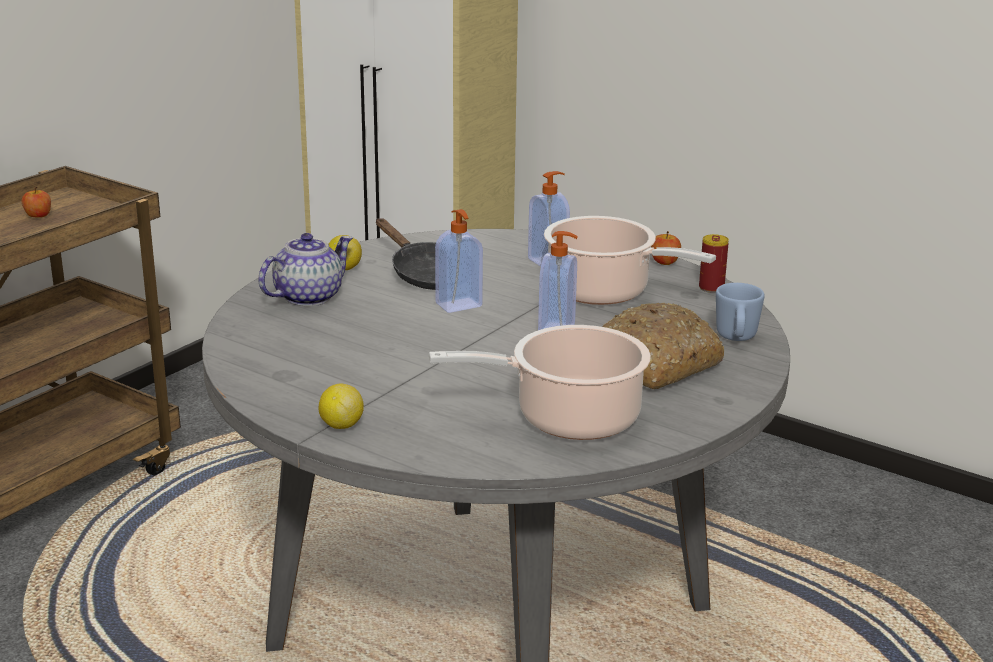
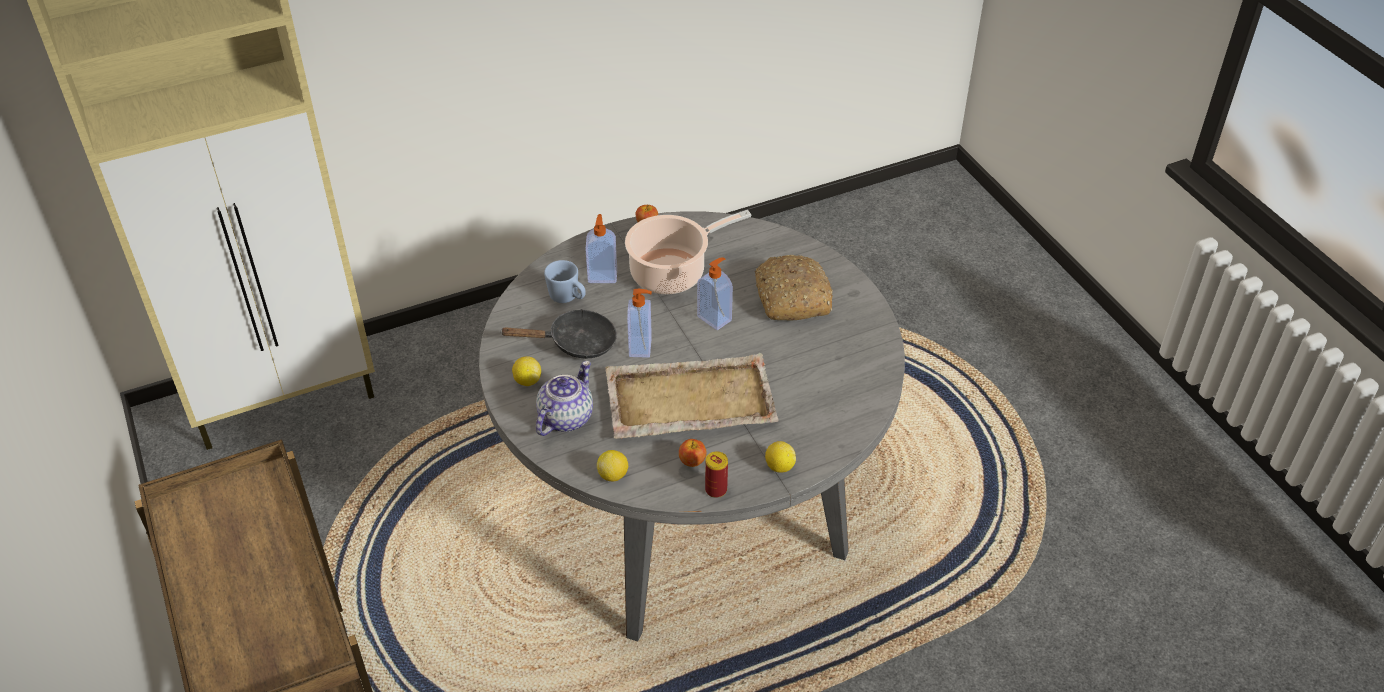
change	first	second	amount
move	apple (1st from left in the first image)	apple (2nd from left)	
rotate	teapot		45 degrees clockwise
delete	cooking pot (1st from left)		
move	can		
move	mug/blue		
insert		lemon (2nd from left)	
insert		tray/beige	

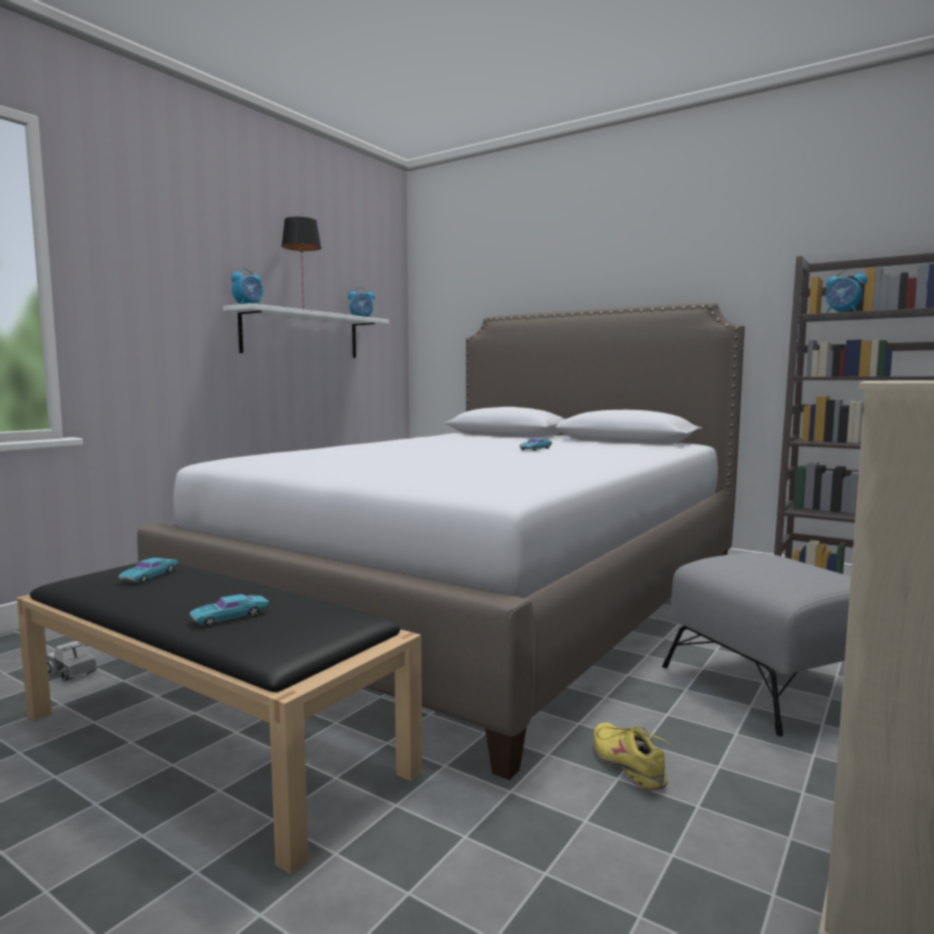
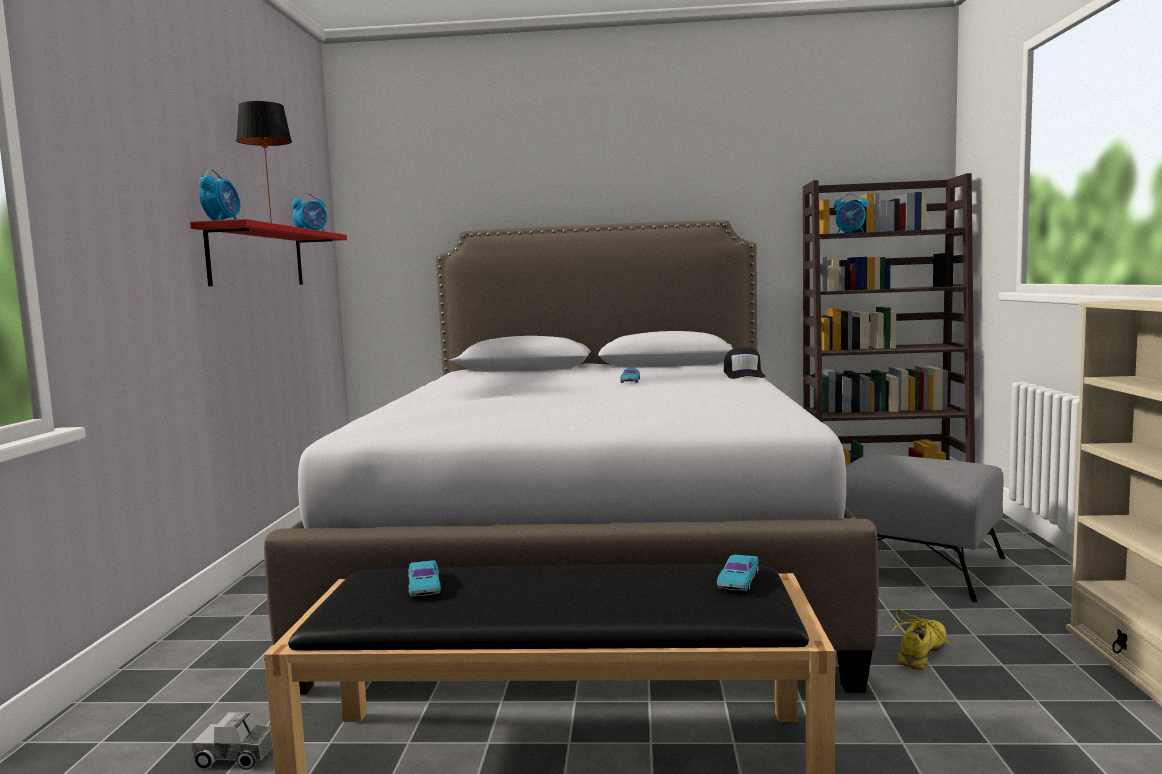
change	first	second	amount
move	toy car/turquoise (2nd from left in the first image)	toy car/turquoise (3rd from left)	
recolor	shelf/white	shelf/red	
rotate	shoe/yellow		90 degrees clockwise
insert		cap/black	

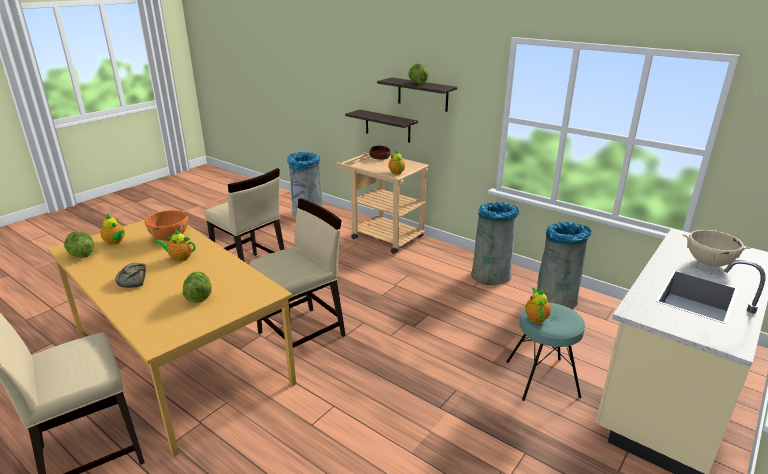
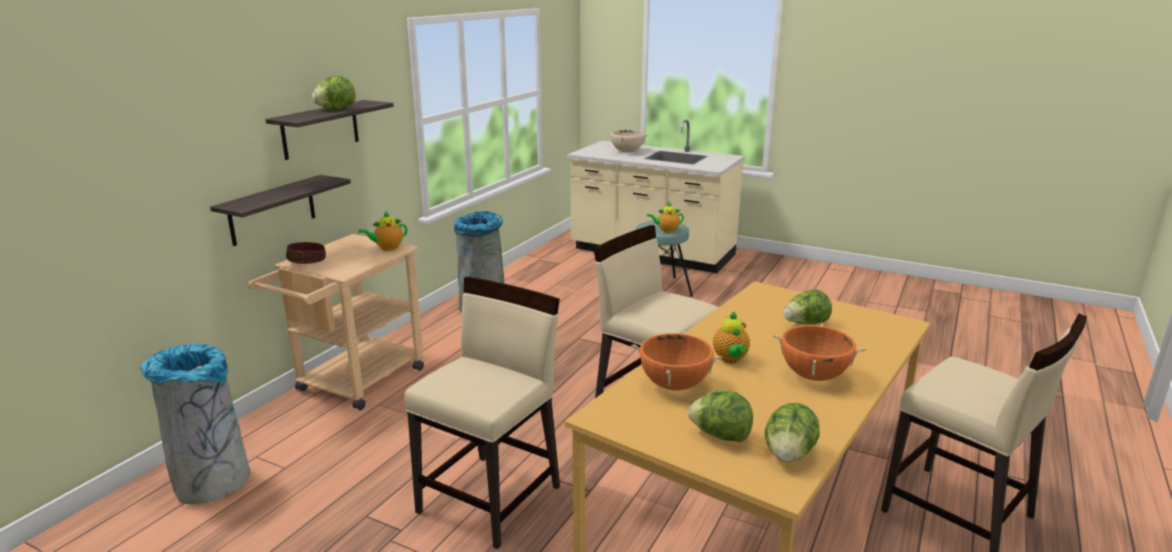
change	first	second	amount
replace	teapot (1st from left)	lettuce (2nd from left)	
replace	bread	cooking pot/orange (2nd from left)	
delete	trash can/grey (3rd from left)		

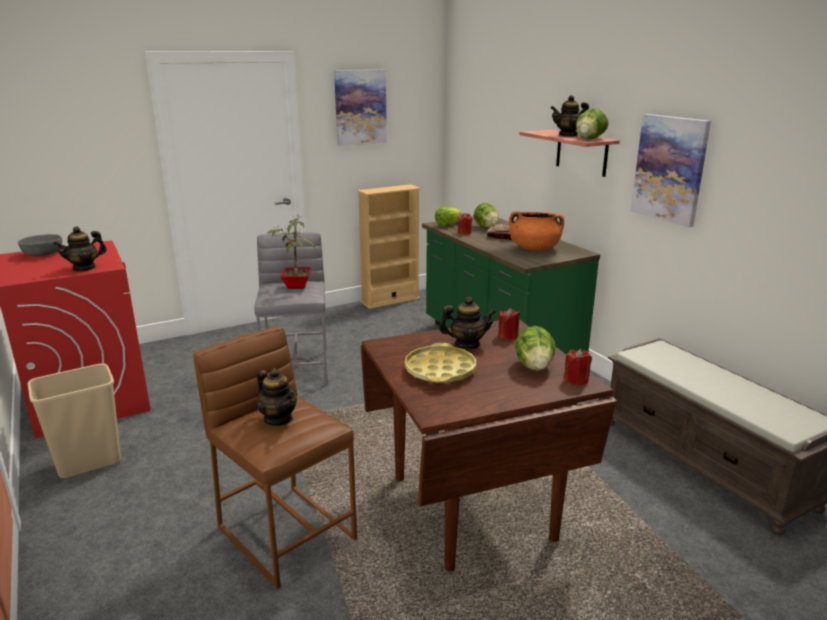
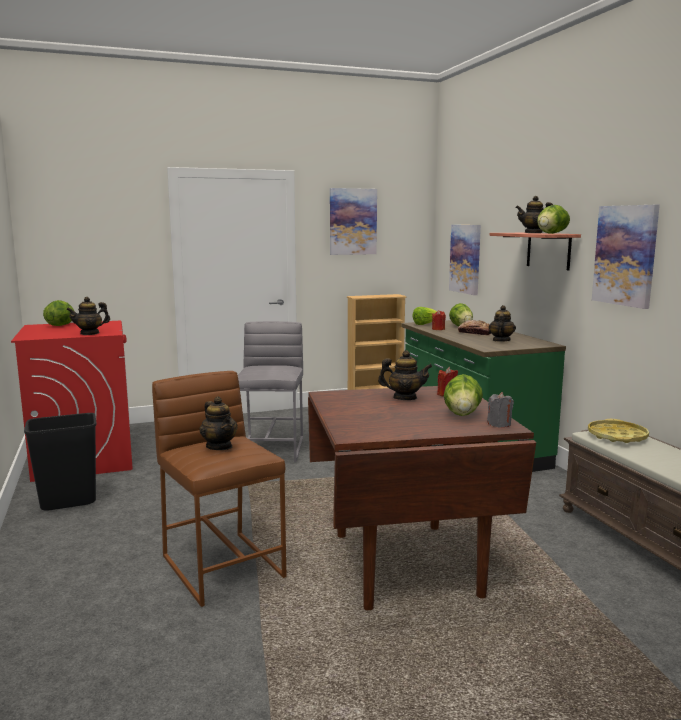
change	first	second	amount
replace	bowl/grey	lettuce (1st from left)	
recolor	trash can/beige	trash can/black	
delete	potted plant		
move	tray/yellow		
replace	cooking pot/orange	teapot (4th from left)	
recolor	candle/red (3rd from left)	candle/grey	
insert		picture (2nd from left)	

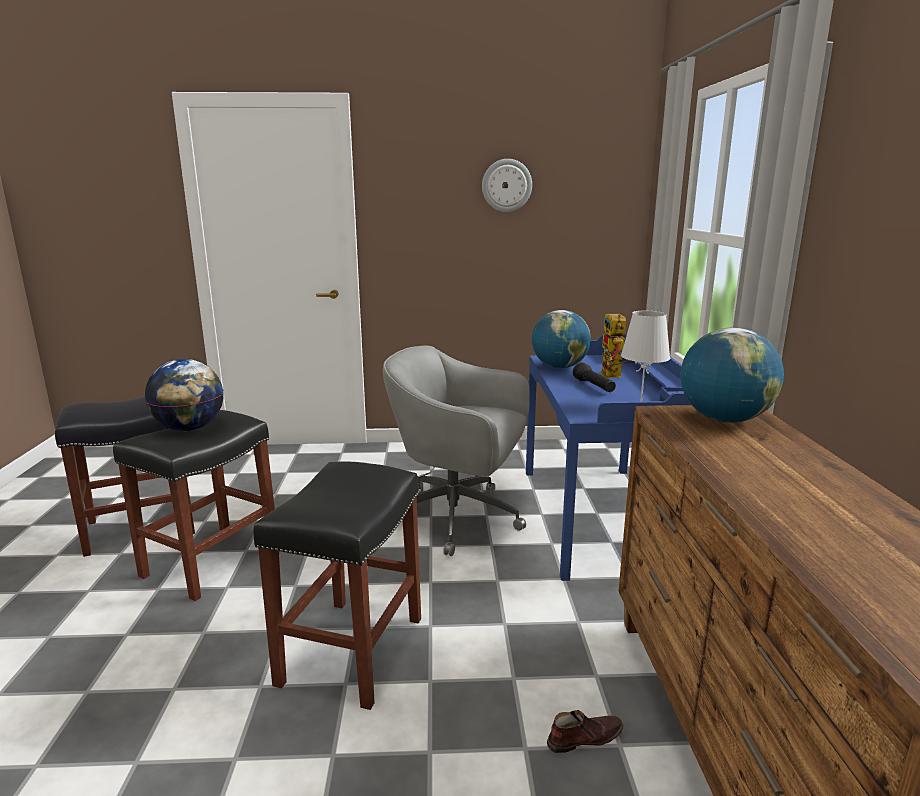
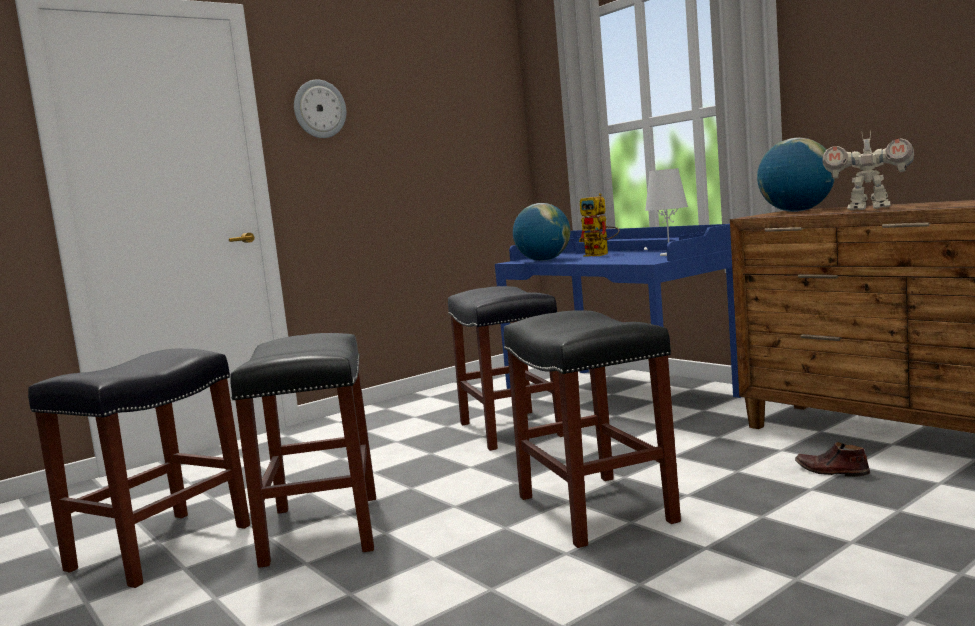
change	first	second	amount
delete	globe (1st from left)		
replace	office chair/grey	stool/black (3rd from left)	
move	wall clock		
rotate	shoe/brown		90 degrees counterclockwise
delete	flashlight/black		
insert		toy robot (2nd from left)	

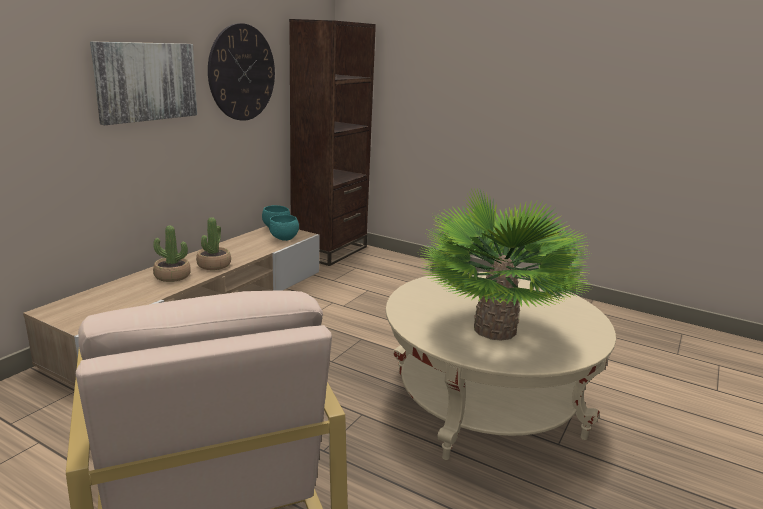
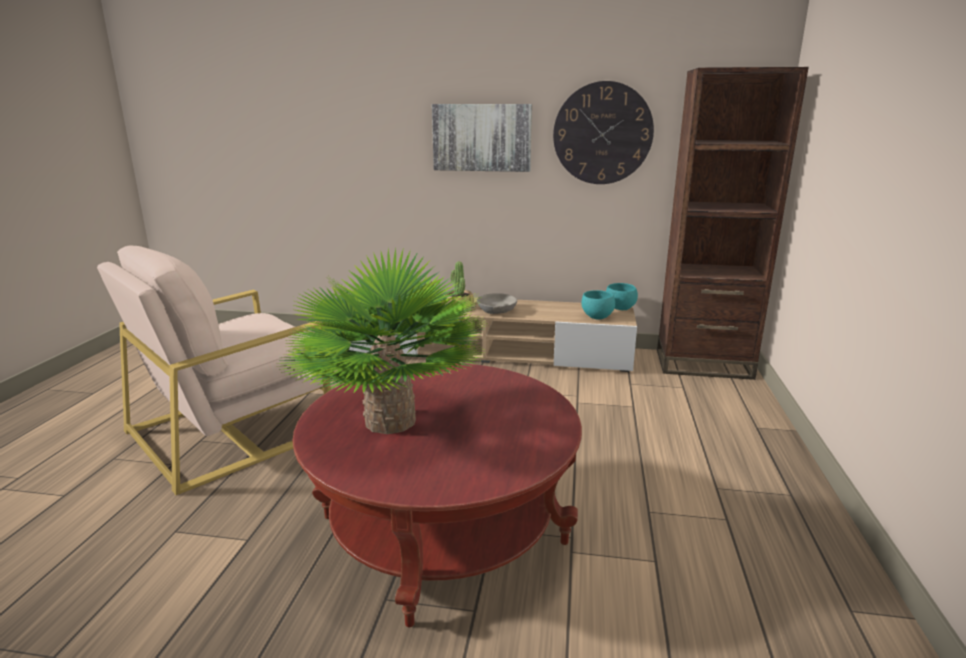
change	first	second	amount
replace	potted plant (2nd from left)	bowl/grey	
recolor	coffee table/beige	coffee table/red	

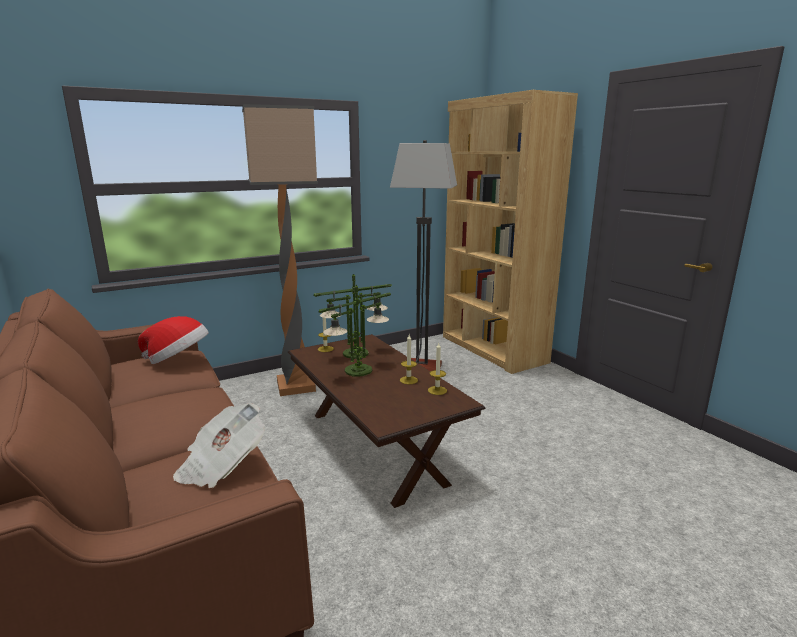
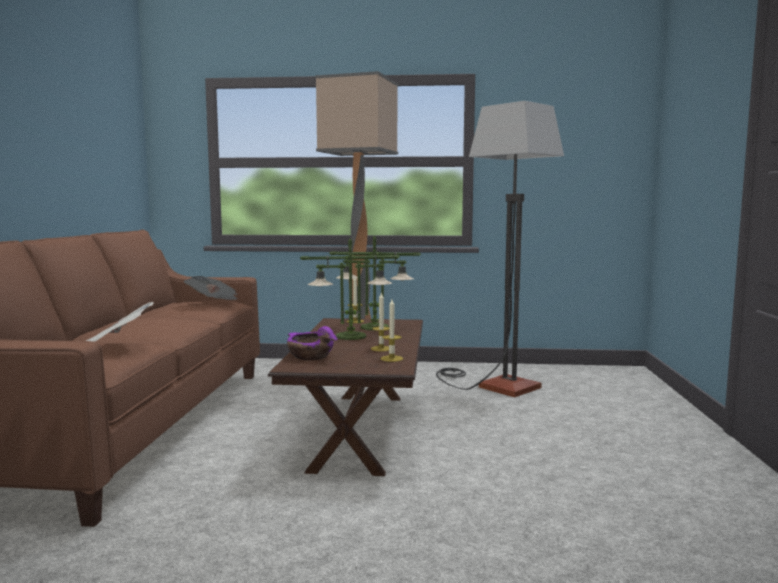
change	first	second	amount
replace	hat	newspaper (2nd from left)	
delete	bookcase/brown		
insert		bowl/purple	

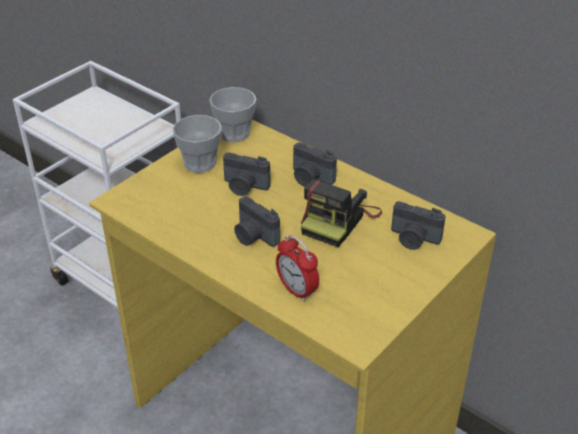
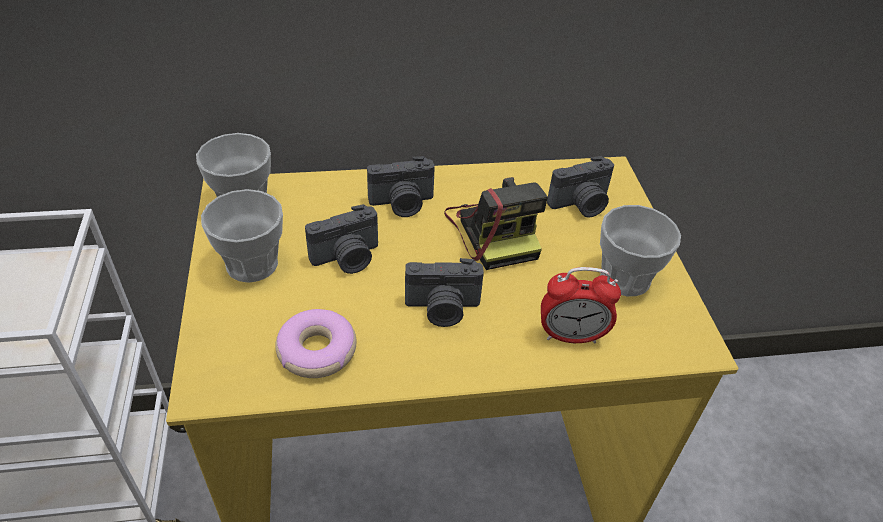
change	first	second	amount
insert		donut	
insert		cup (3rd from left)	

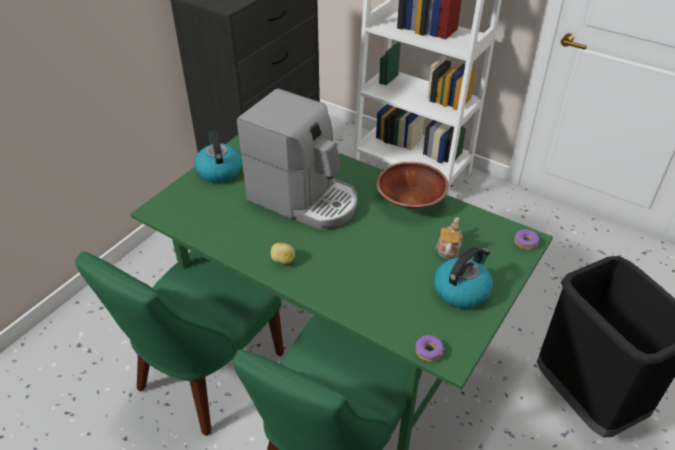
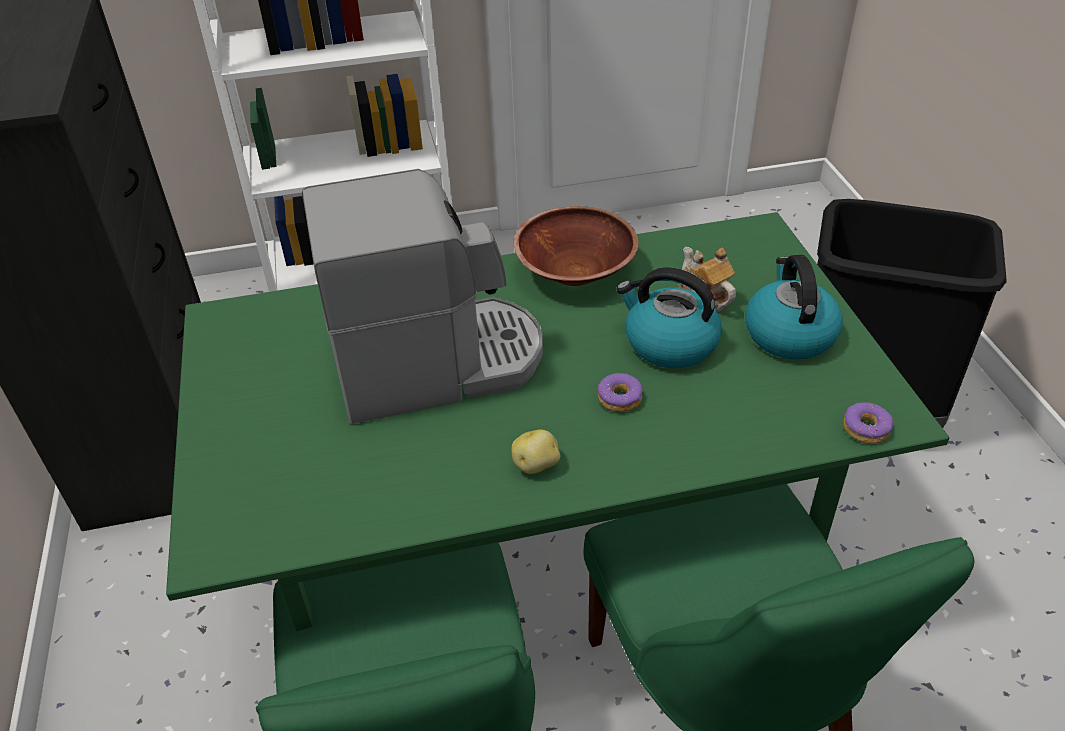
change	first	second	amount
move	kettle (1st from left)		
move	donut (2nd from left in the first image)	donut (1st from left)	

